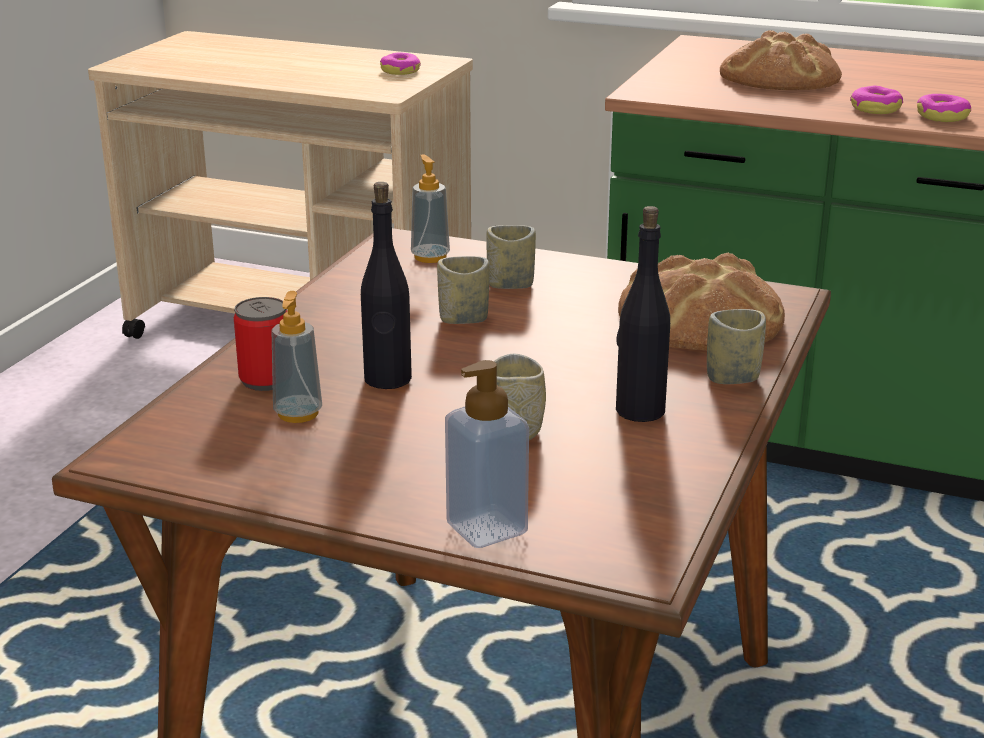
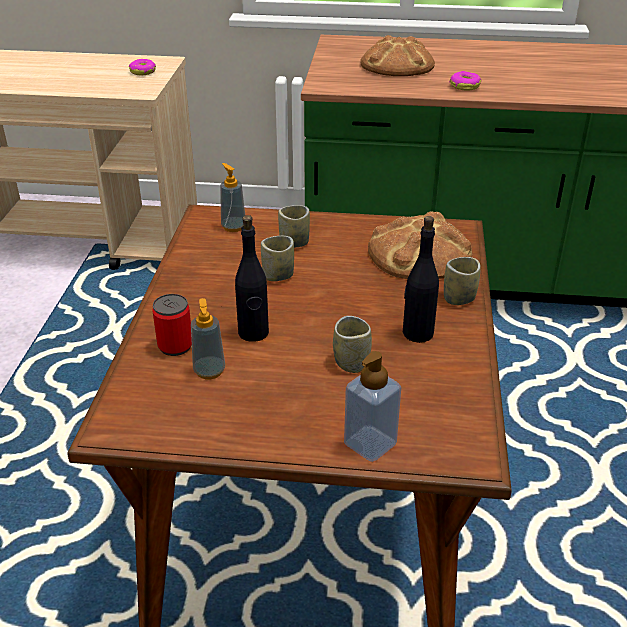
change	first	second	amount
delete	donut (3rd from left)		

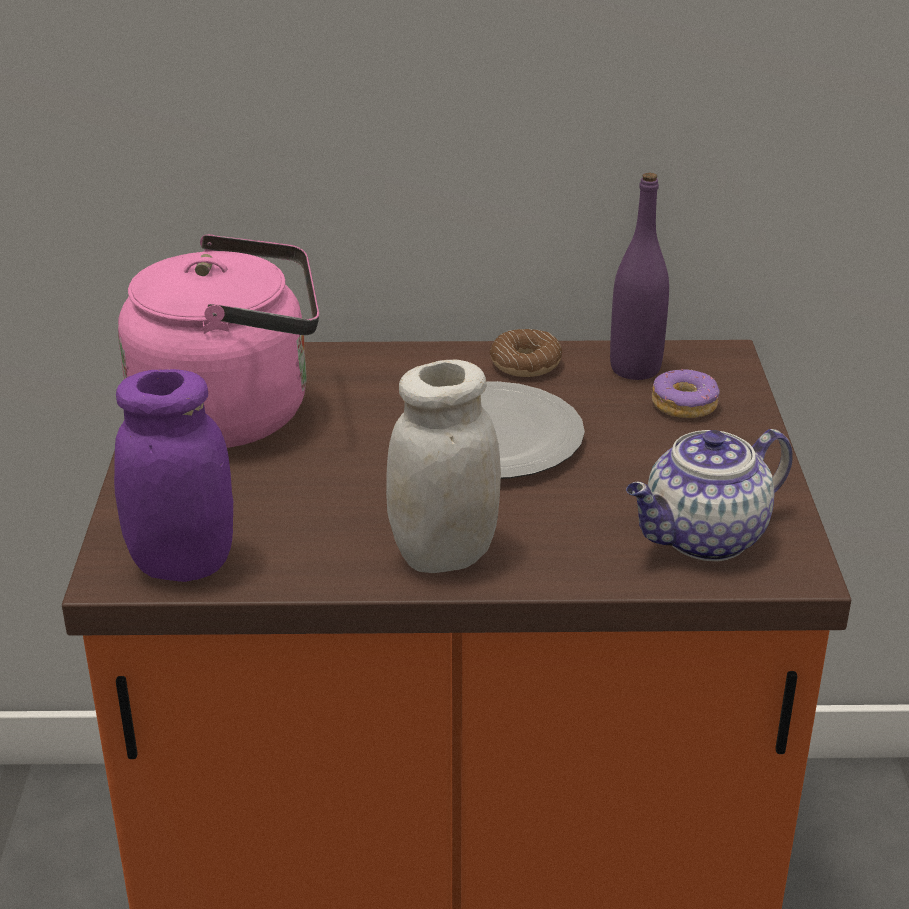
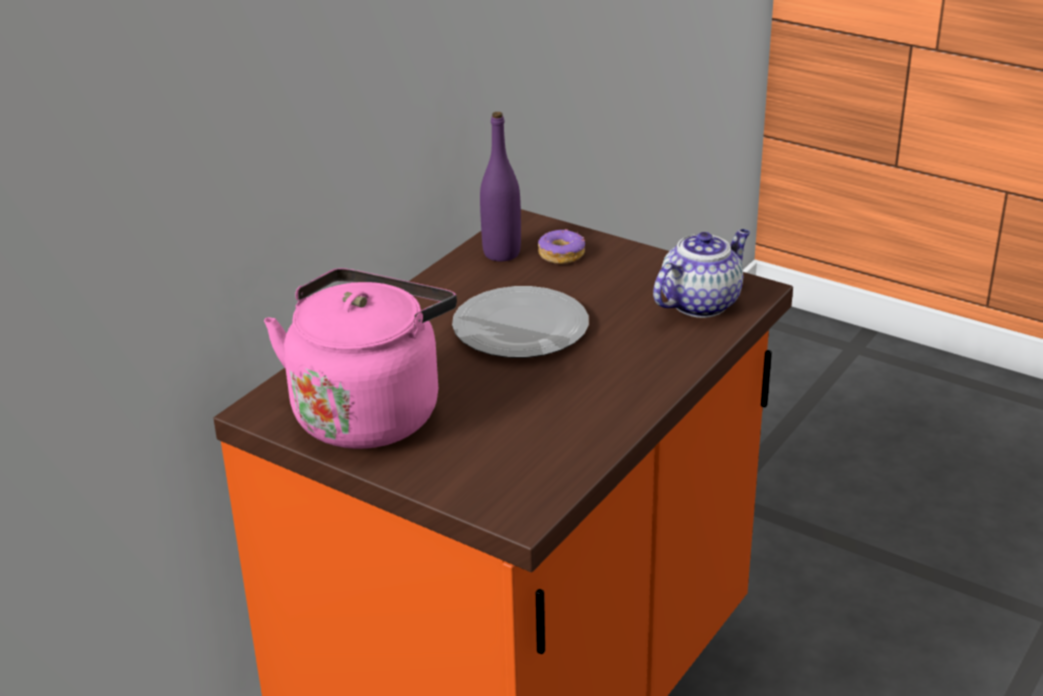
change	first	second	amount
delete	jar/purple		
delete	jar/white		
delete	donut (1st from left)		
rotate	teapot		135 degrees counterclockwise

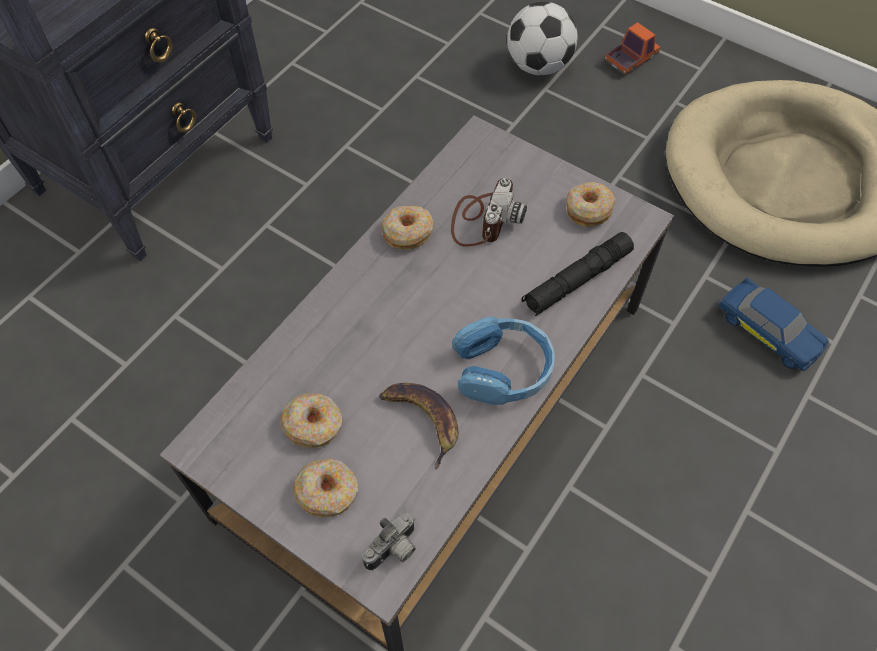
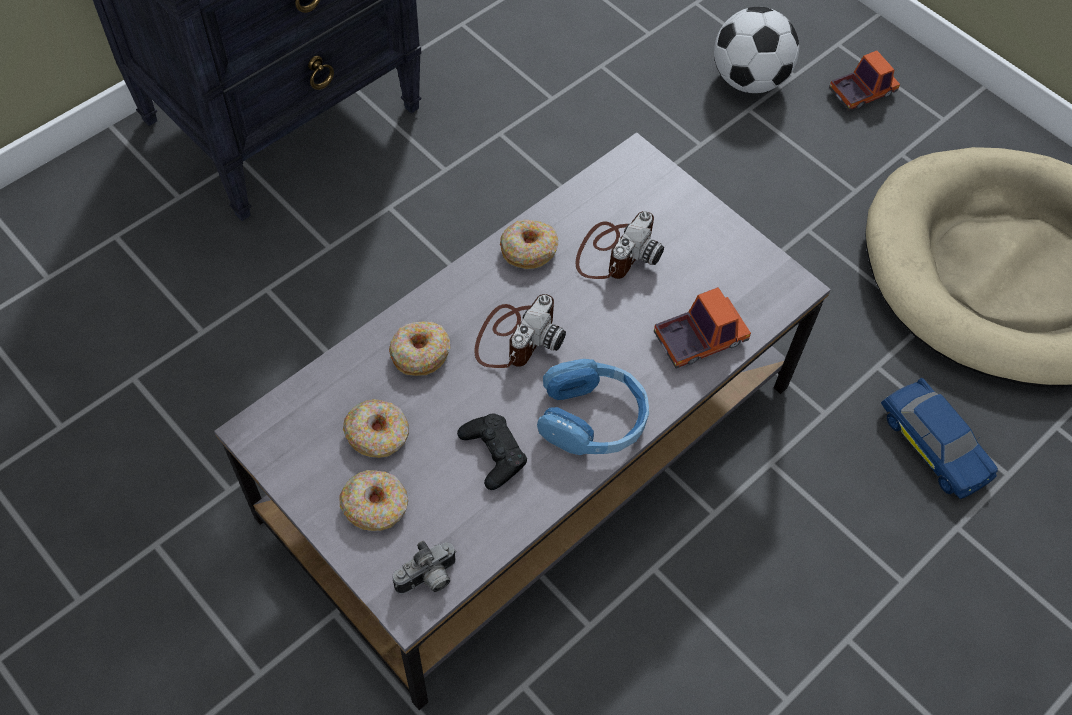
change	first	second	amount
replace	banana	game controller/black	
replace	flashlight/black	toy truck (1st from left)	
move	donut (4th from left in the first image)	donut (3rd from left)	
insert		photo camera (2nd from left)	

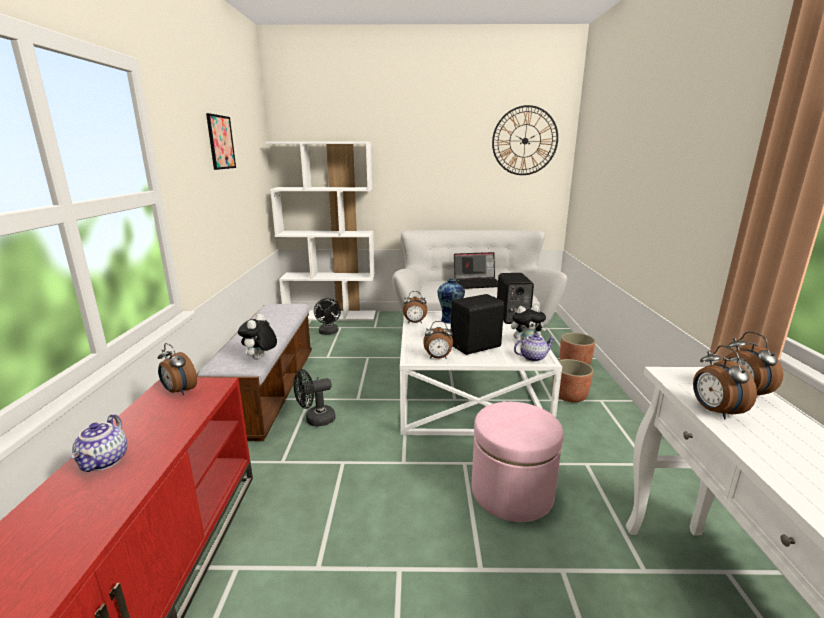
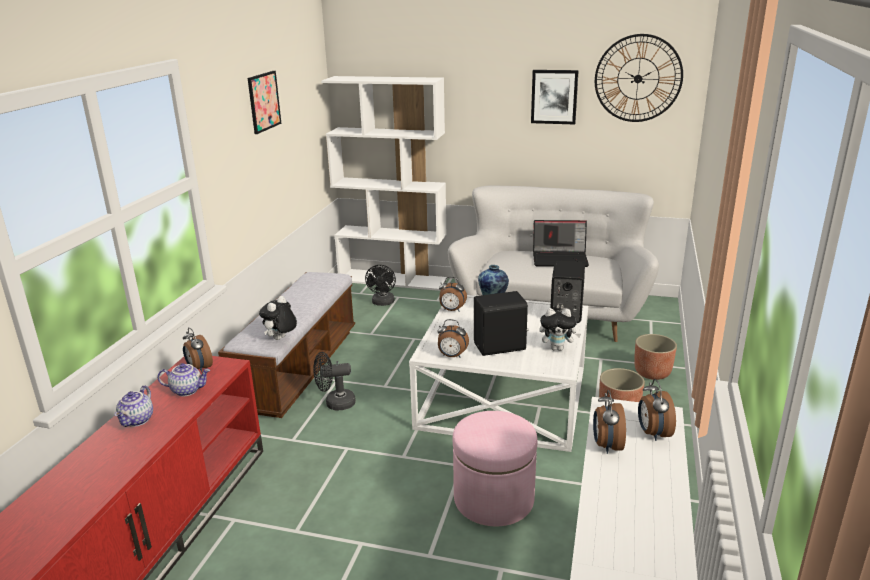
change	first	second	amount
move	teapot (2nd from left)		
insert		picture (2nd from left)	

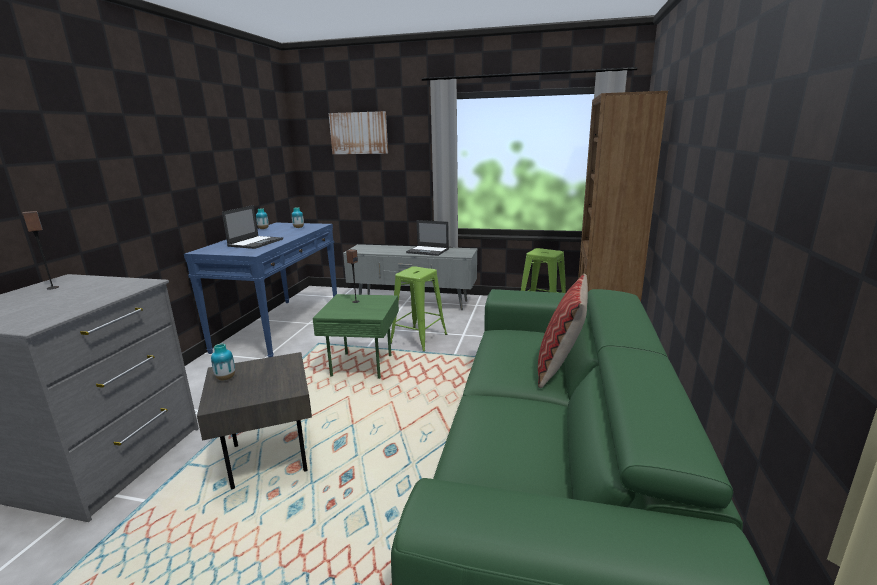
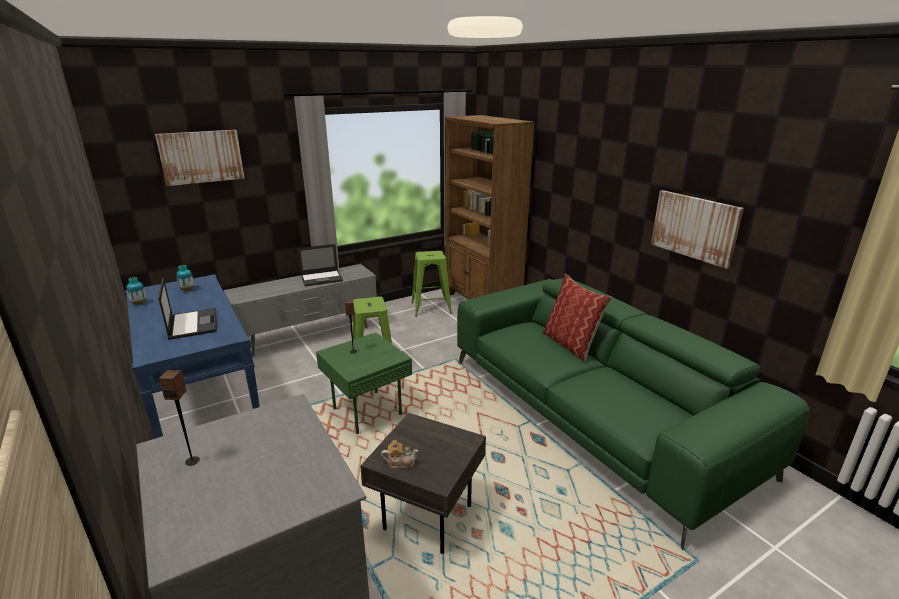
change	first	second	amount
replace	vase (1st from left)	teapot	
insert		picture (2nd from left)	

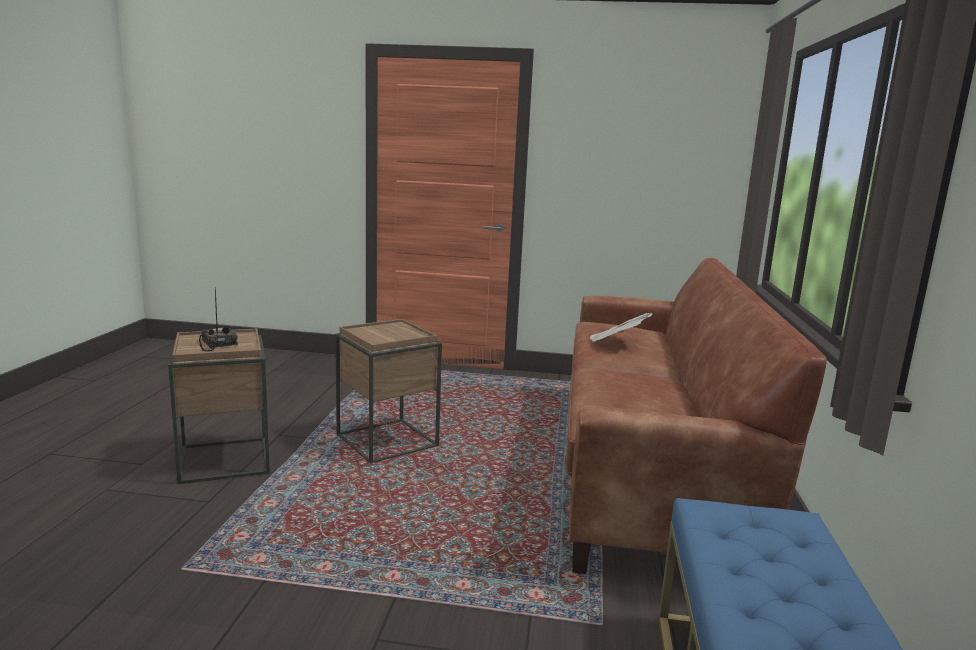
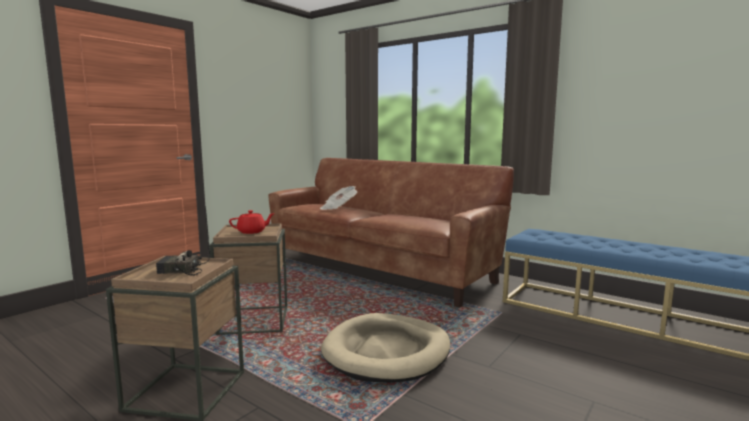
change	first	second	amount
insert		teapot/red	
insert		dog bed/beige	

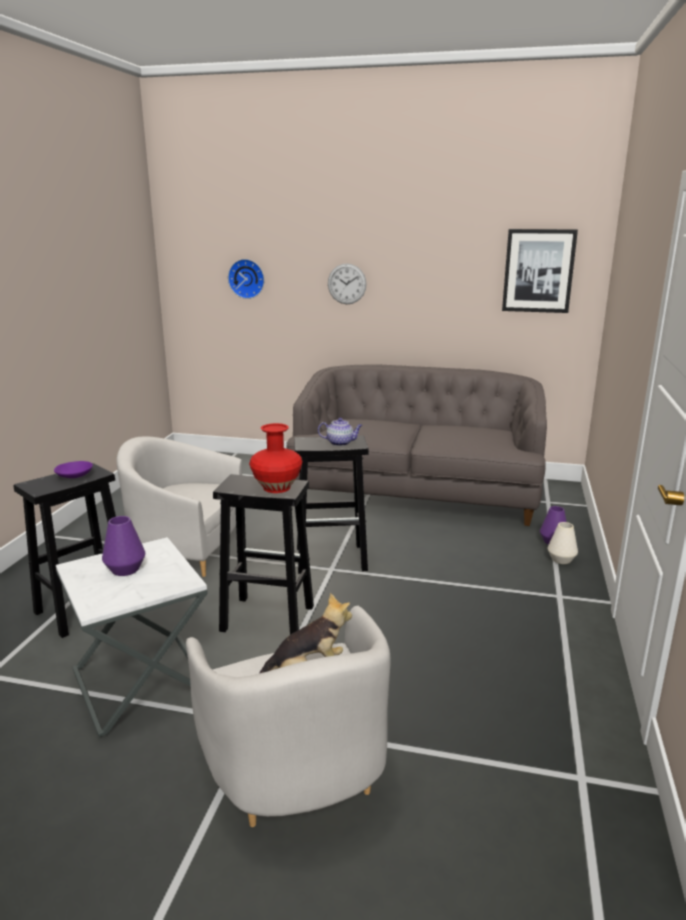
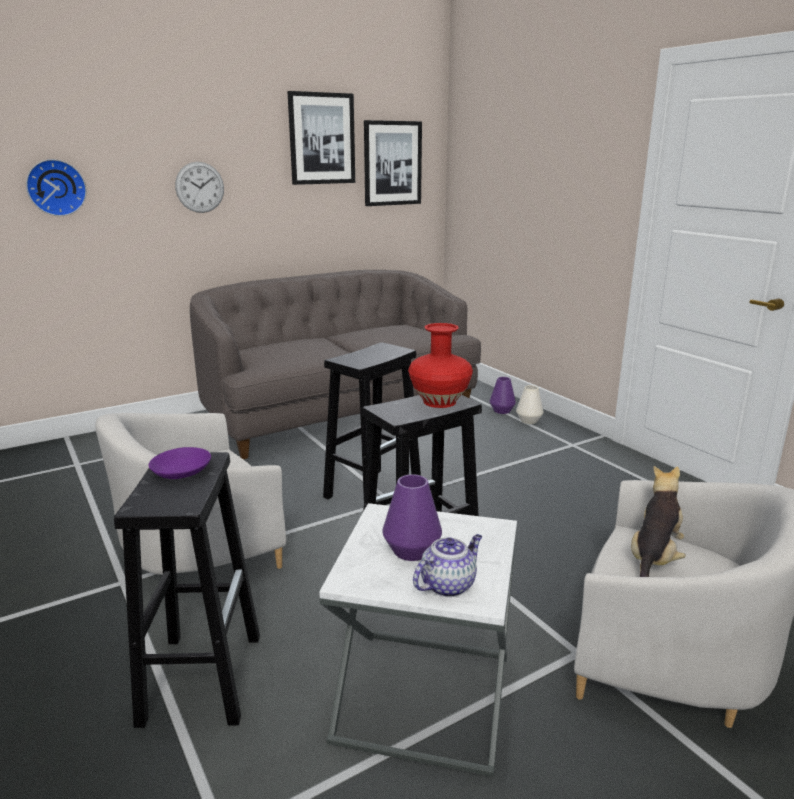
change	first	second	amount
move	teapot		
insert		picture (1st from left)	

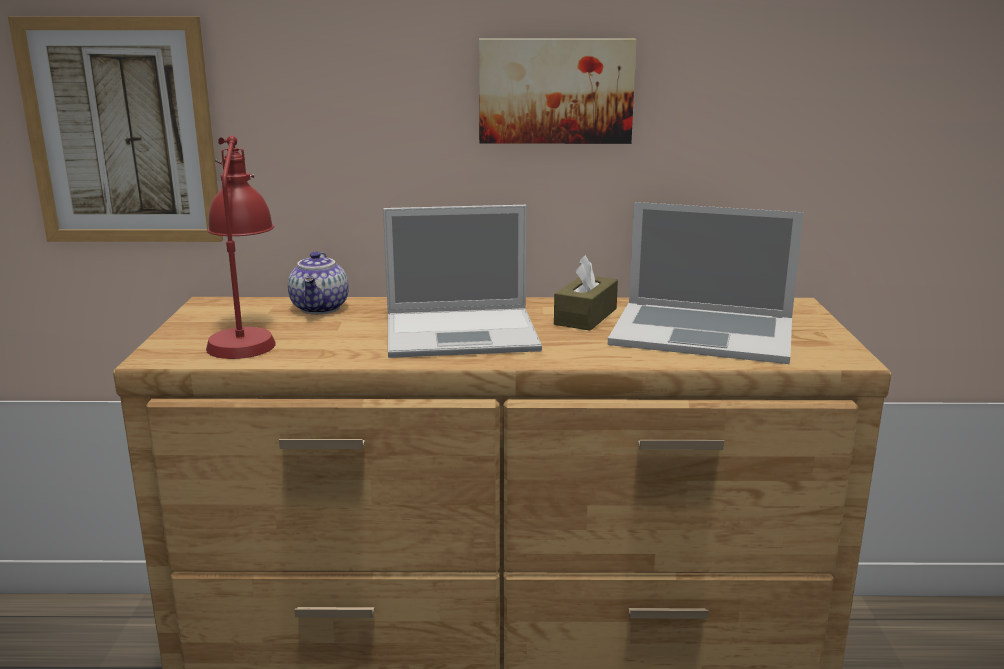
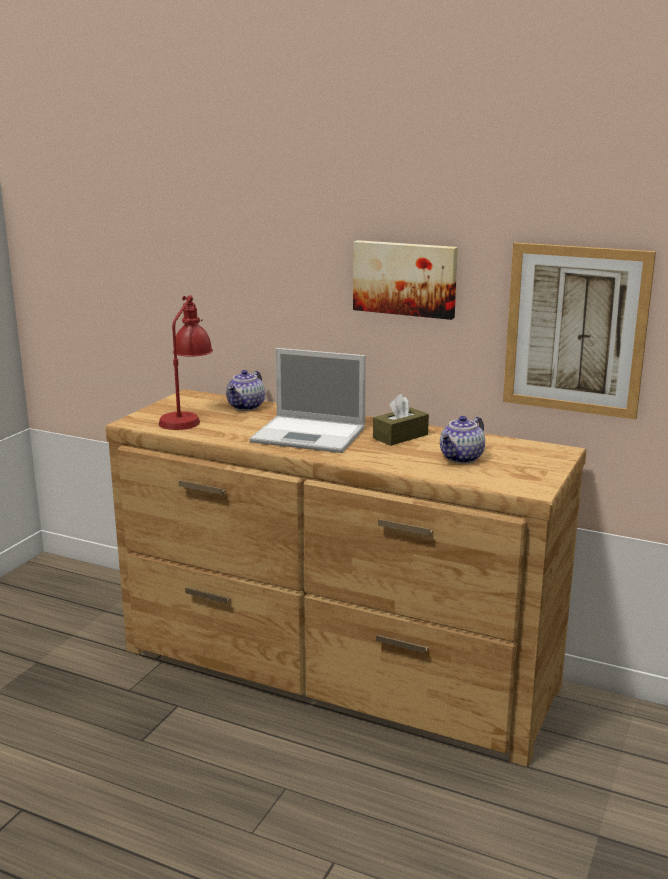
change	first	second	amount
move	picture (1st from left in the first image)	picture (2nd from left)	
replace	laptop (2nd from left)	teapot (2nd from left)	

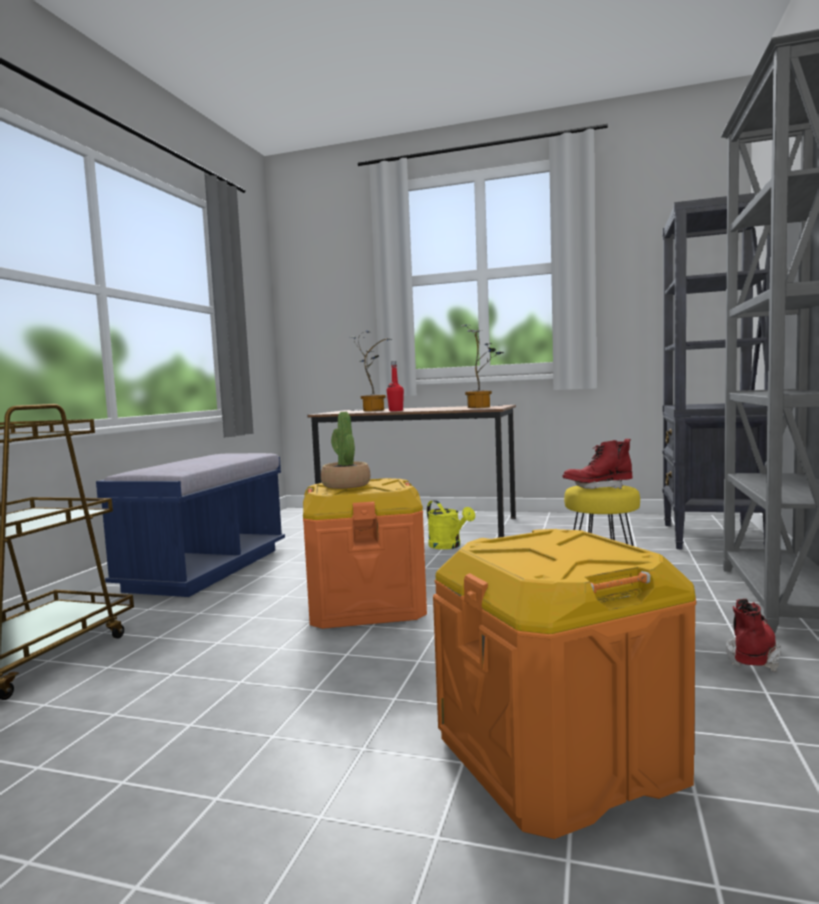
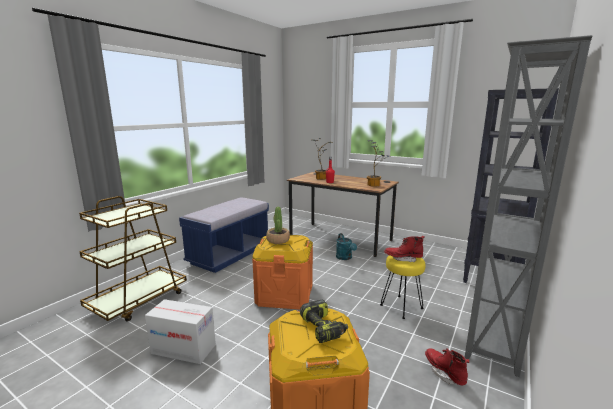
change	first	second	amount
recolor	watering can/yellow	watering can/turquoise	
rotate	boot/red (2nd from left)		75 degrees counterclockwise
insert		cardboard box	
insert		power drill	

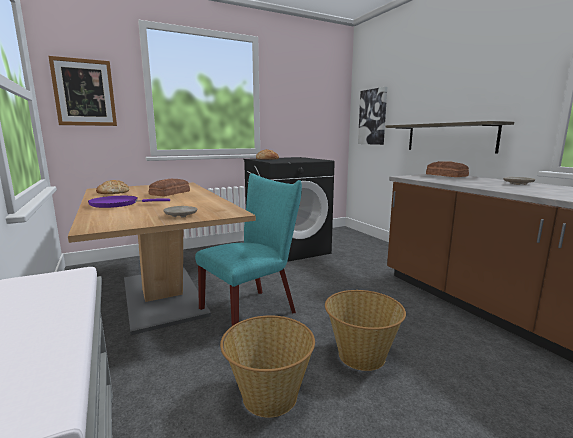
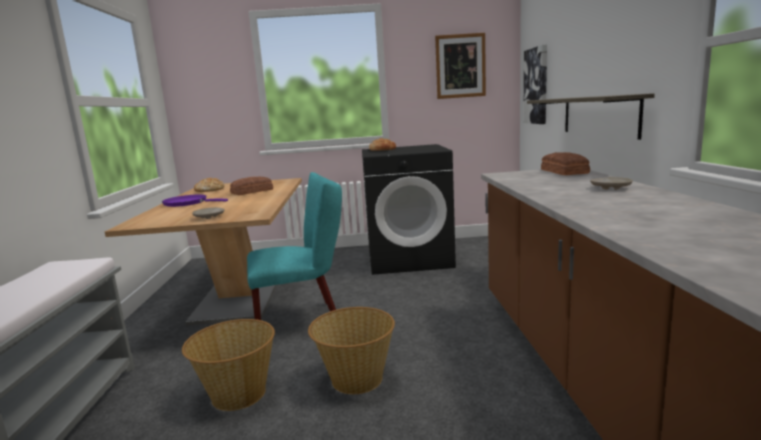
change	first	second	amount
move	picture (1st from left)		

